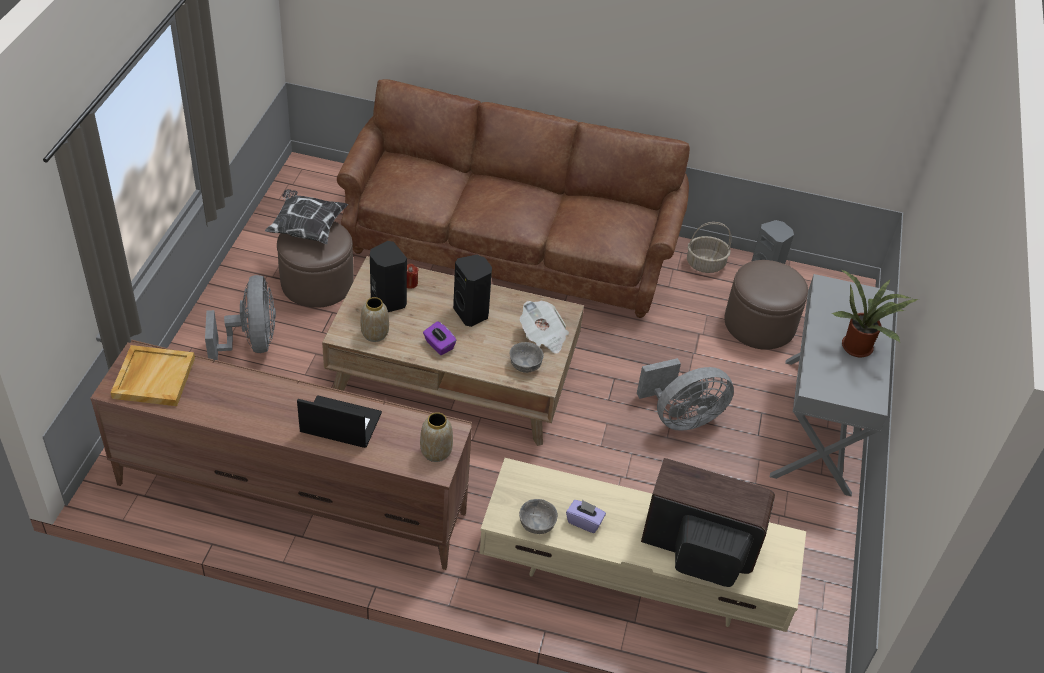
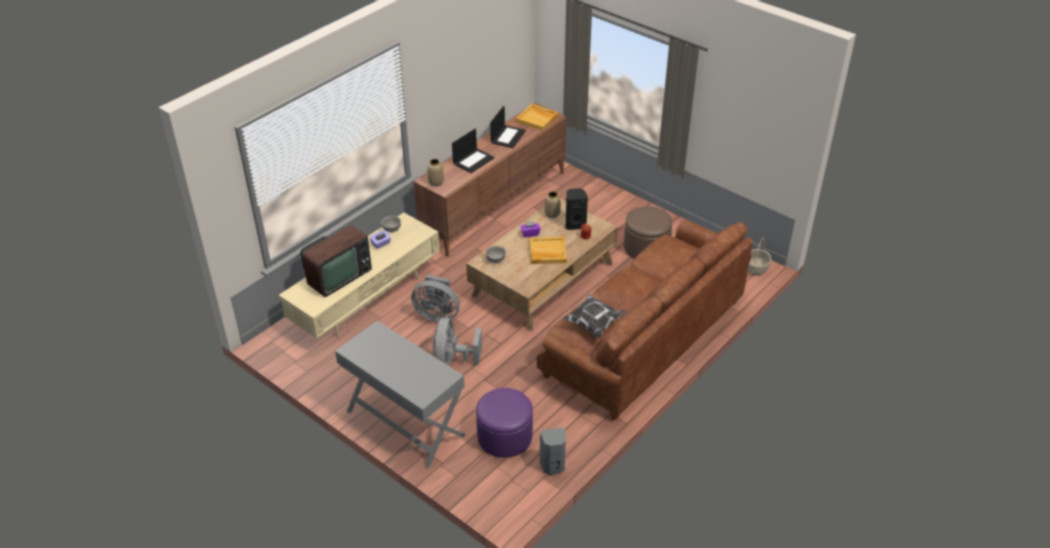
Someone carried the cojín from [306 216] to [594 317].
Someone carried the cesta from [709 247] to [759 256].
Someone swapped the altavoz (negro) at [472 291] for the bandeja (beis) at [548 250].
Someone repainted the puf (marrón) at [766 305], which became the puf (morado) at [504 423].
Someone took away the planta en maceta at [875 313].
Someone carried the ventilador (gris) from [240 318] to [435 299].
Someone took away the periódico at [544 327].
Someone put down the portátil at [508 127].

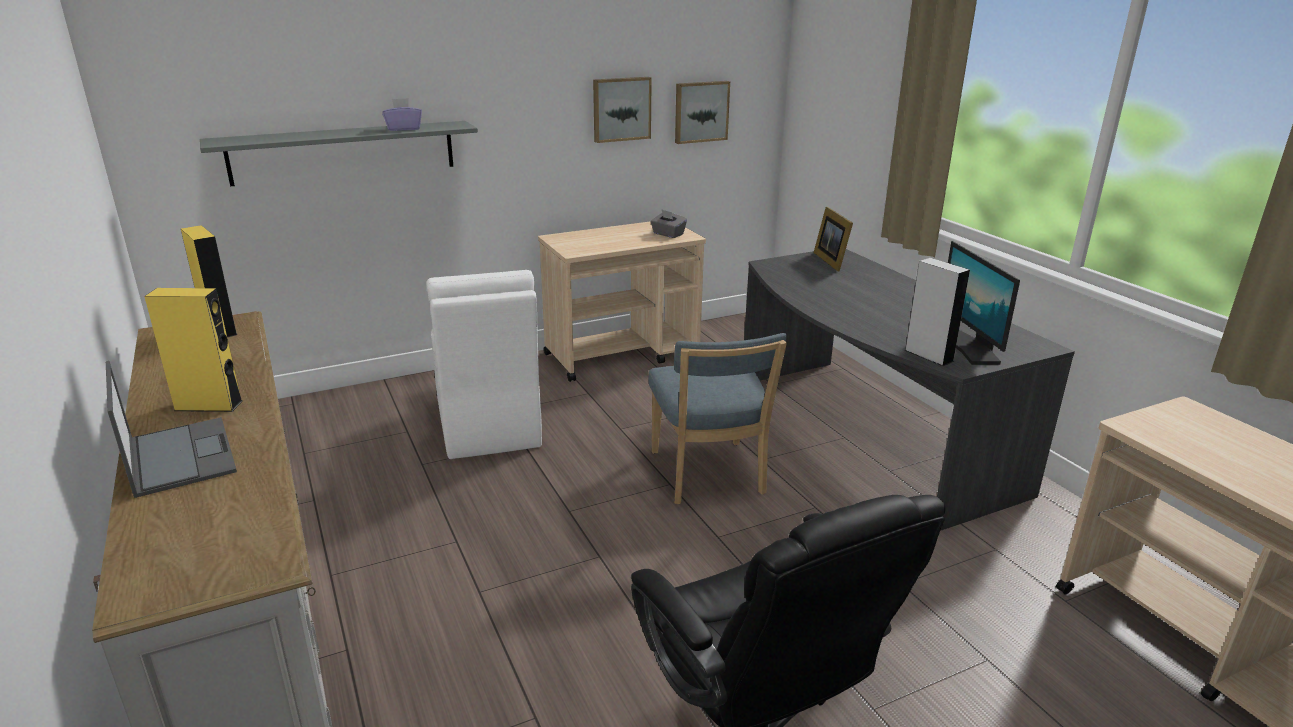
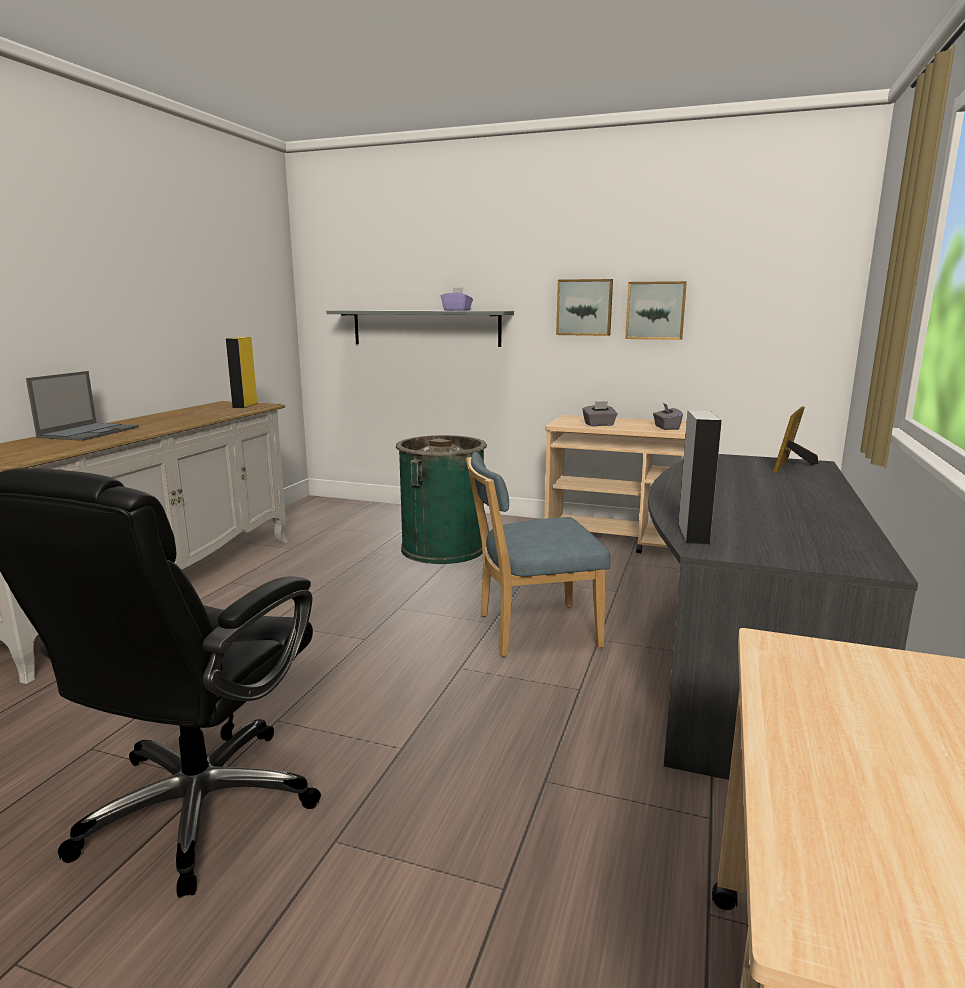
Someone carried the cuadro from [702 112] to [584 307].
Someone took away the monitor at [984 303].
Someone swapped the silla (blanco) at [484 364] for the papelera (verde) at [441 499].
Someone took away the altavoz (amarillo) at [193 350].
Someone rotated the silla (azul) at [717 418] by 45 degrees clockwise.
Someone put down the caja de pañuelos (gris) at [600 413].

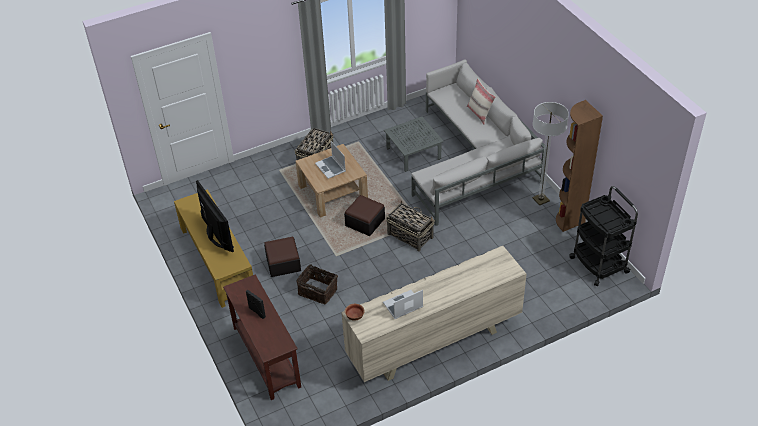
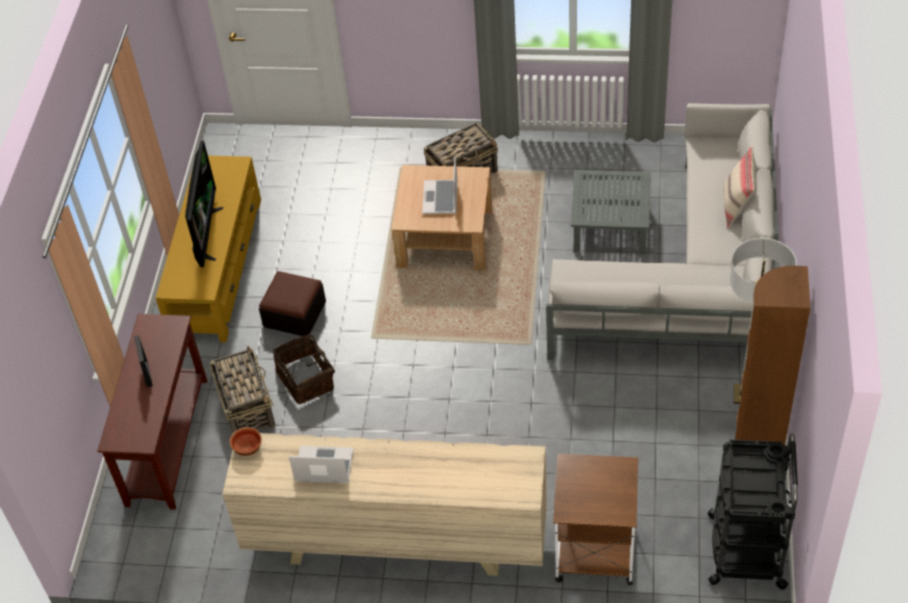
Someone took away the puf at [364 215].
Someone carried the cesta from [410 226] to [242 390].
Someone put down the carrito (marrón) at [595 519].

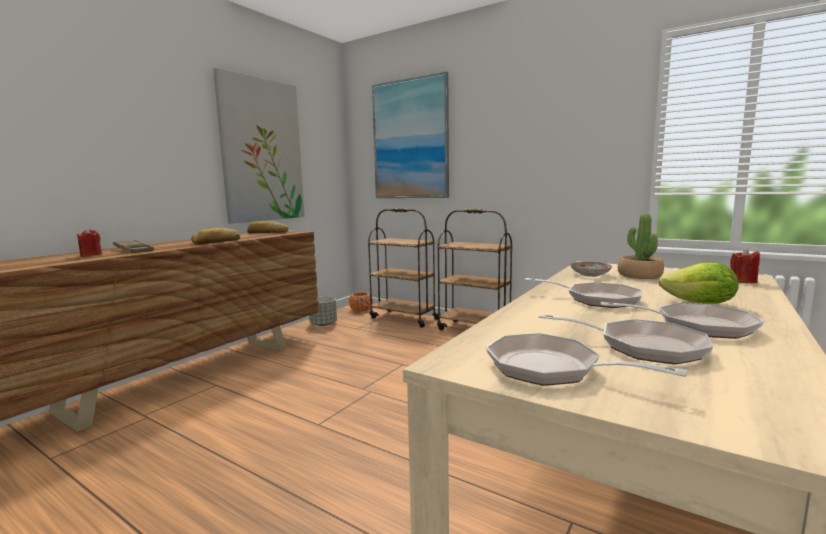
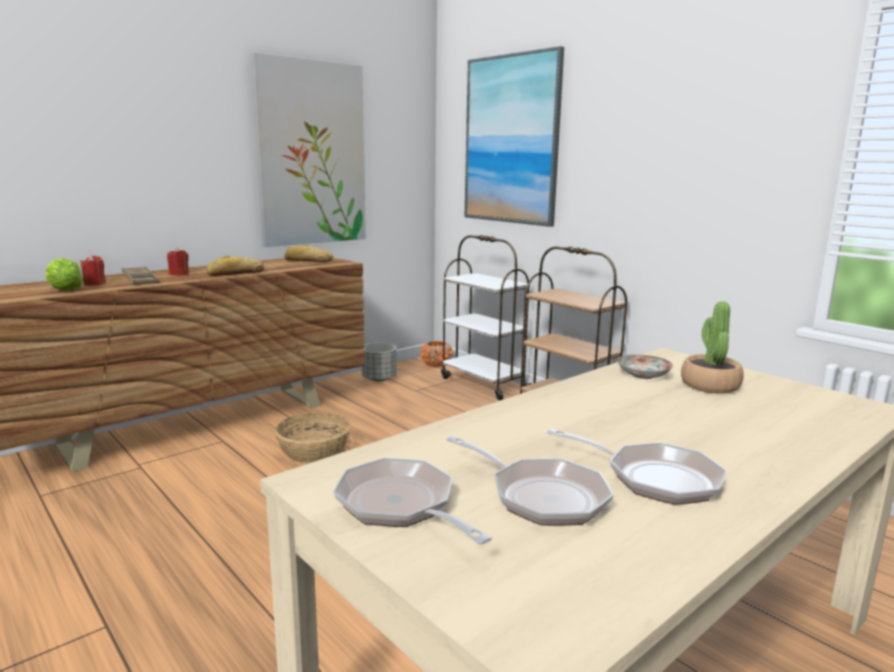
Someone repainted the carrito (marrón) at [404 268], which became the carrito (blanco) at [486 317].
Someone carried the vela (rojo) from [745 266] to [178 262].
Someone carried the lechuga from [698 283] to [64 274].
Someone took away the sartén at [583 293].
Someone put down the cesta at [312 438].

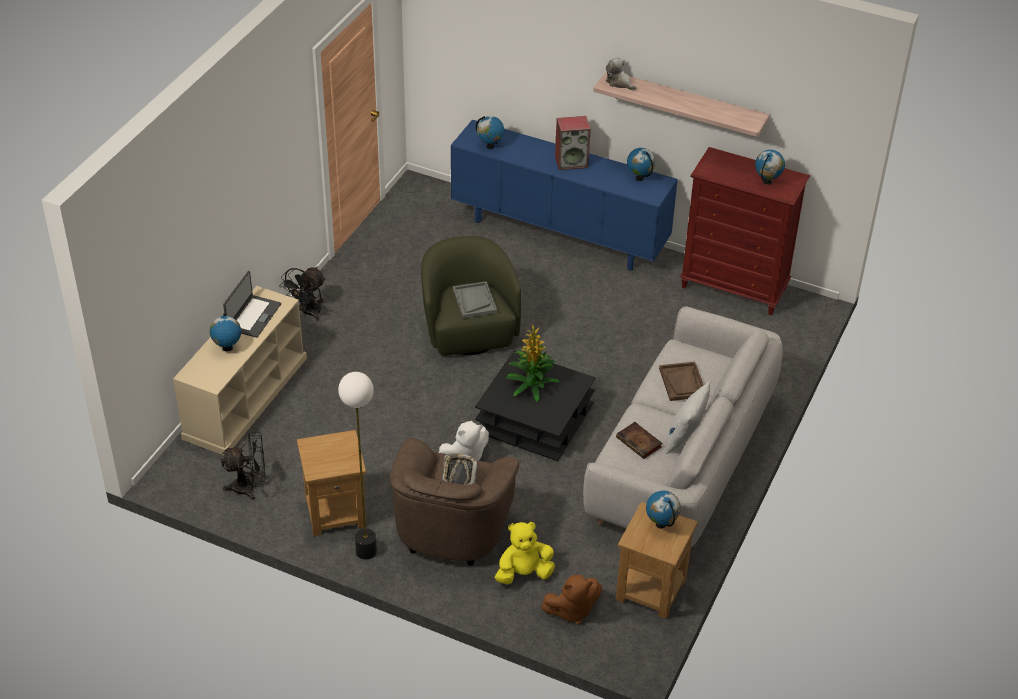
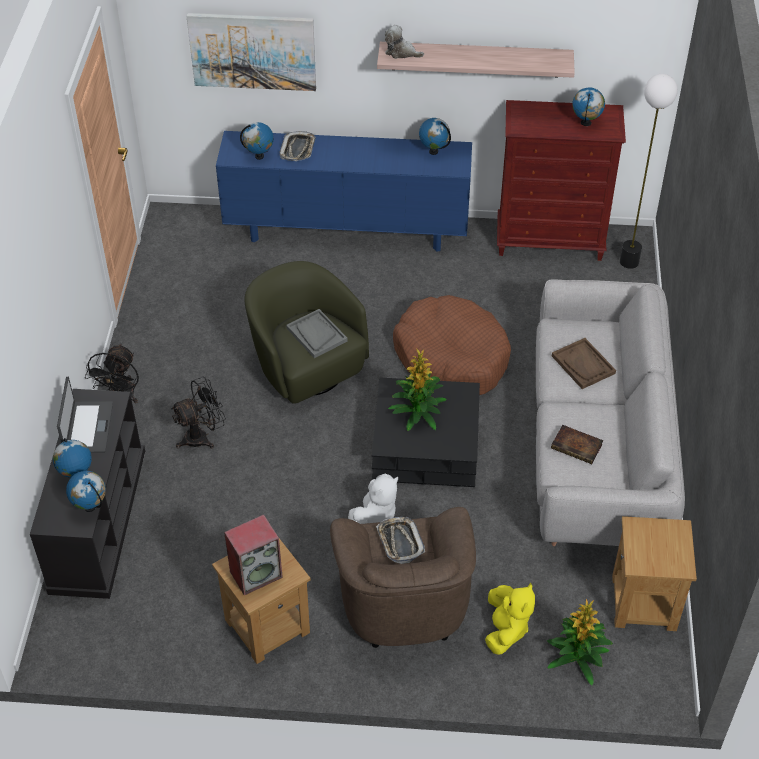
Someone carried the altavoz from [573 143] to [253 554].
Someone repainted the mueble de televisión (beis) at [240 370], which became the mueble de televisión (negro) at [87 494].
Someone carried the lámpara de pie from [357 466] to [649 171].
Someone took away the cojín (gris) at [688 417].
Someone carried the ventilador (negro) from [242 466] to [198 412].
Someone carried the globo terráqueo from [663 509] to [86 491].
Someone rotated the peluche (amarillo) at [525 553] by 135 degrees clockwise.
Someone swapped the peluche (marrón) at [571 600] for the planta en maceta at [580 642].
Someone put up the cuadro at [251 52].
Someone put down the bandeja at [298 146].
Someone put down the cama para perro (marrón) at [452 345].

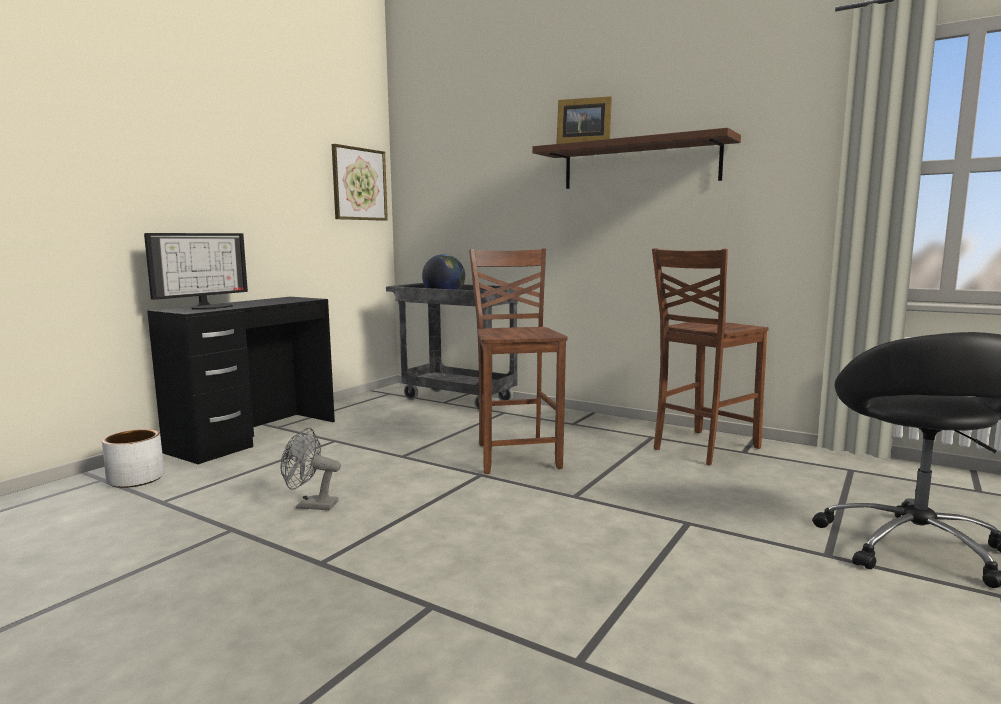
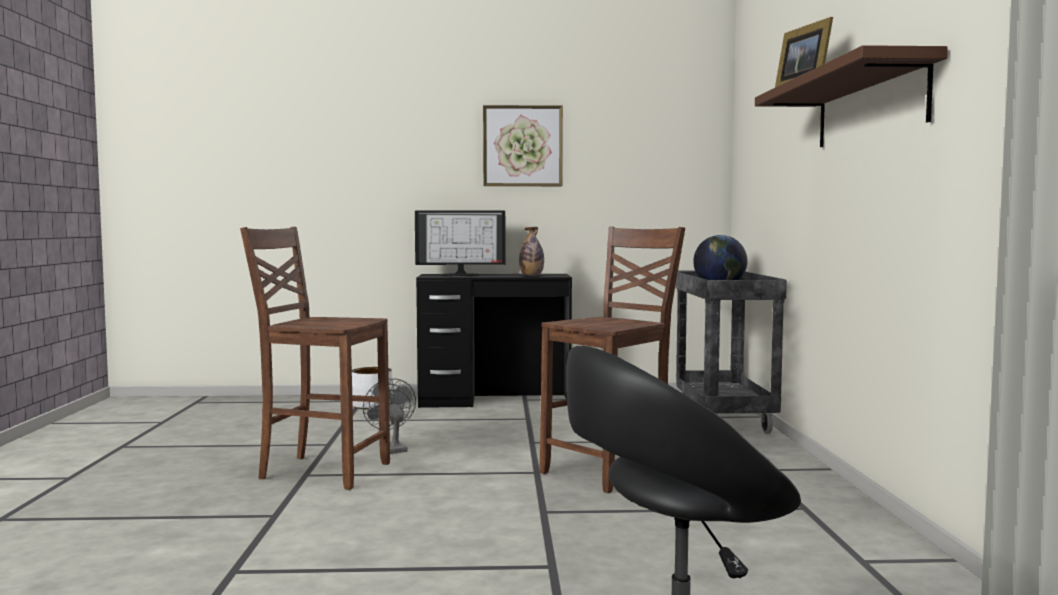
Someone carried the cuadro from [360 182] to [523 145].
Someone carried the silla (marrón) from [710 357] to [315 358].
Someone put down the botella at [531 251].

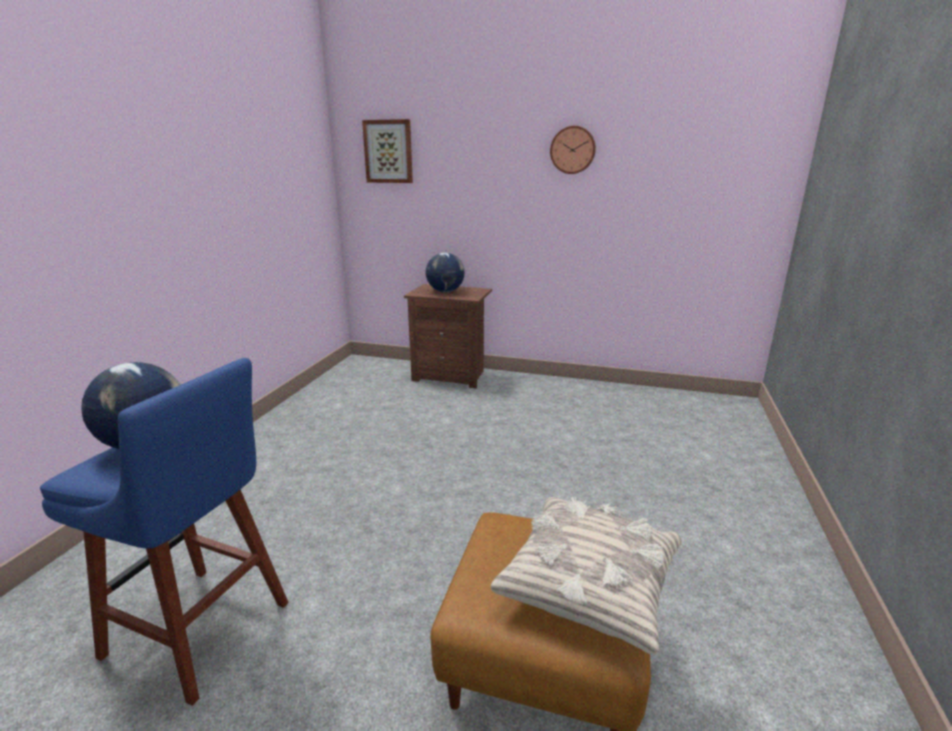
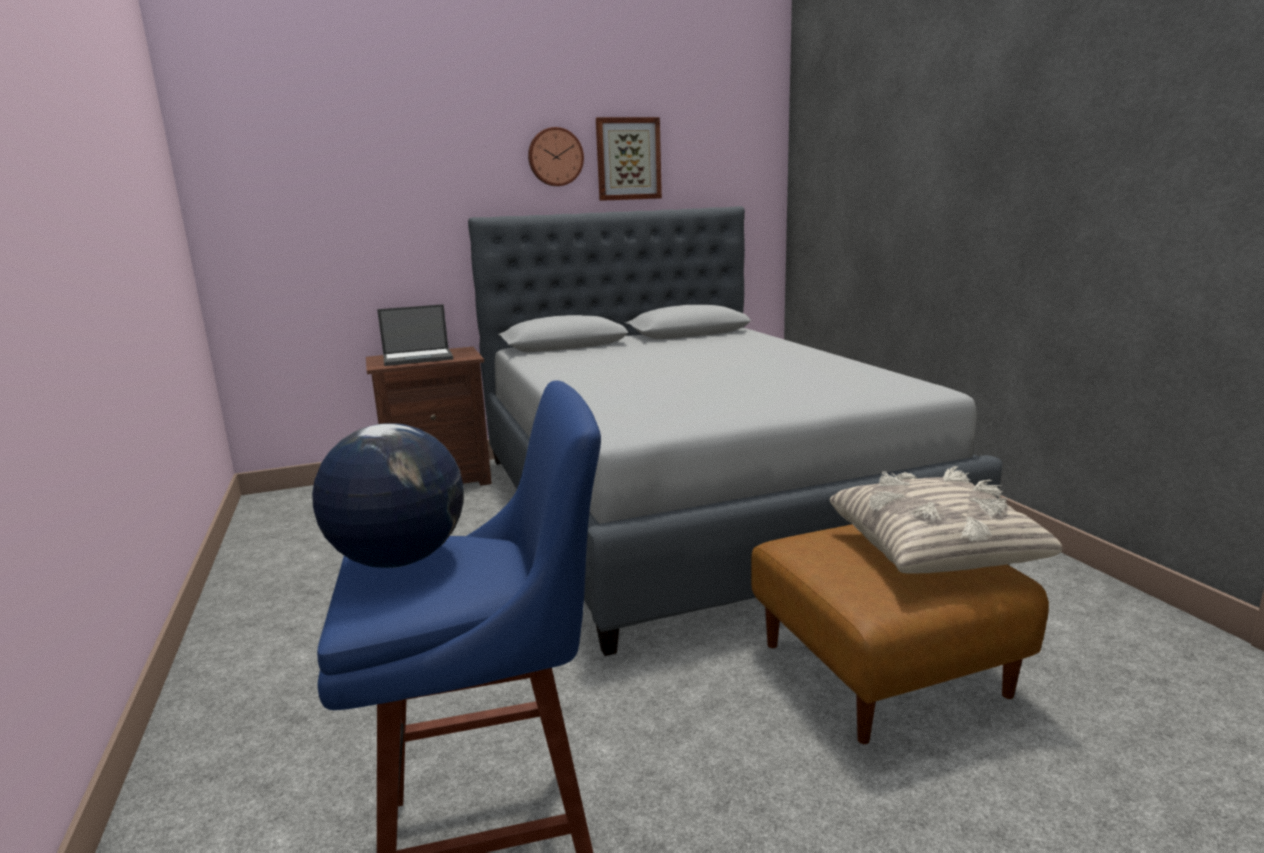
Someone carried the cuadro from [387 151] to [629 159].
Someone swapped the globo terráqueo at [445 272] for the portátil at [415 335].
Someone put down the cama (gris) at [735 431].

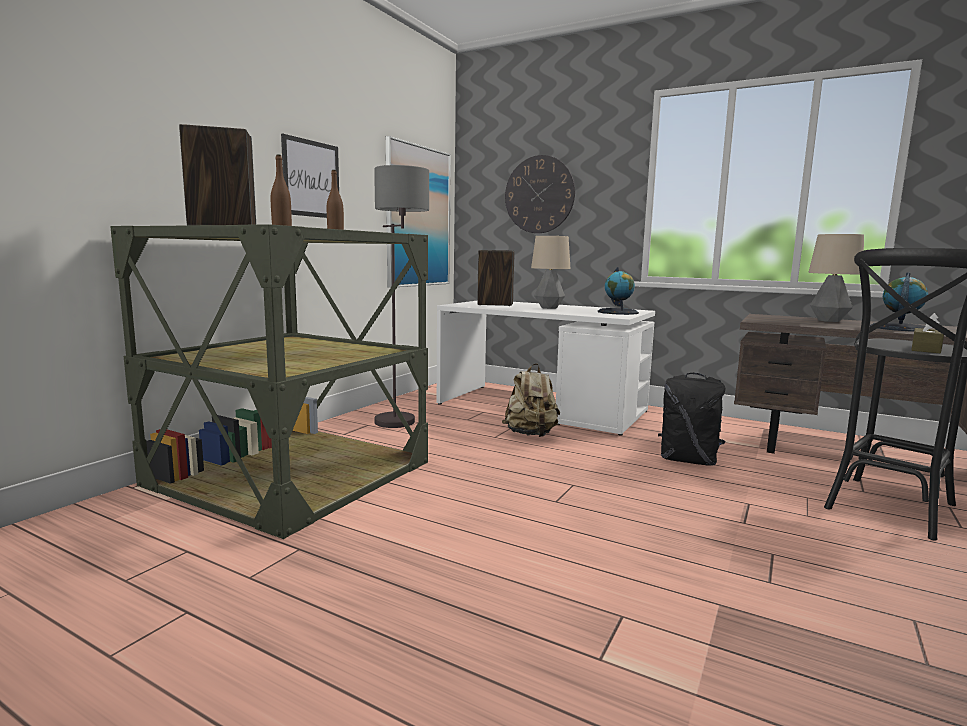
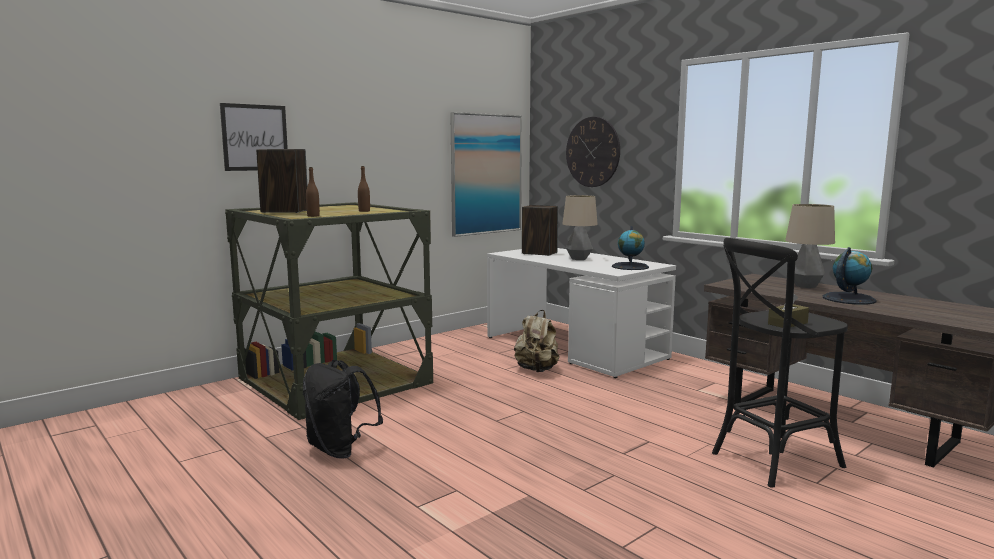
Someone carried the cuadro from [310 176] to [254 137].
Someone took away the lámpara de pie (gris) at [401 296].
Someone carried the mochila (negro) from [691 419] to [343 409].

